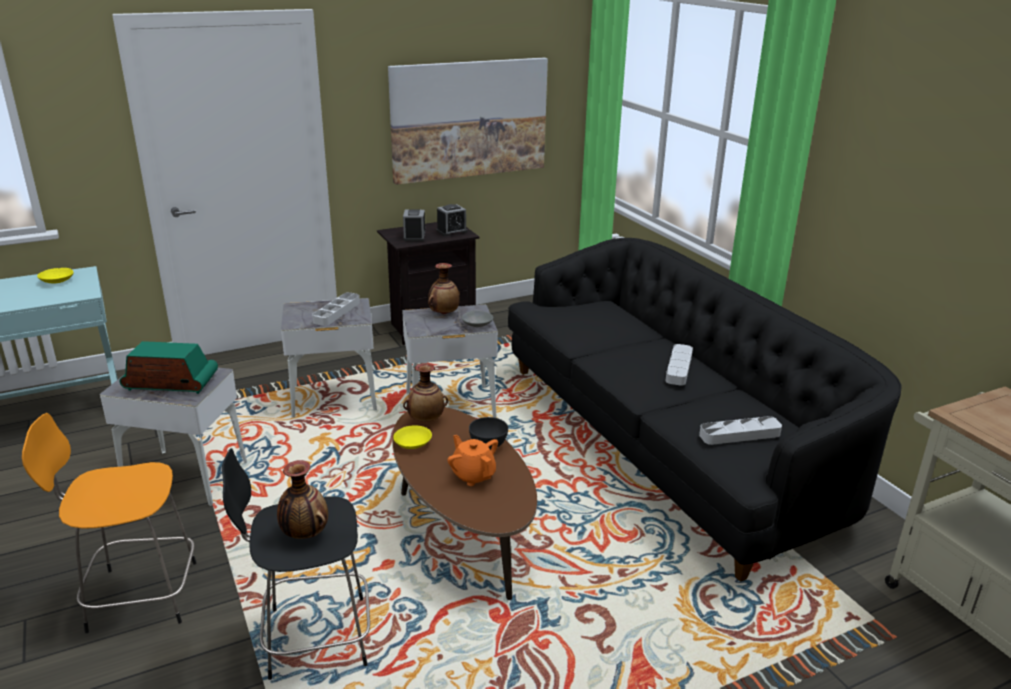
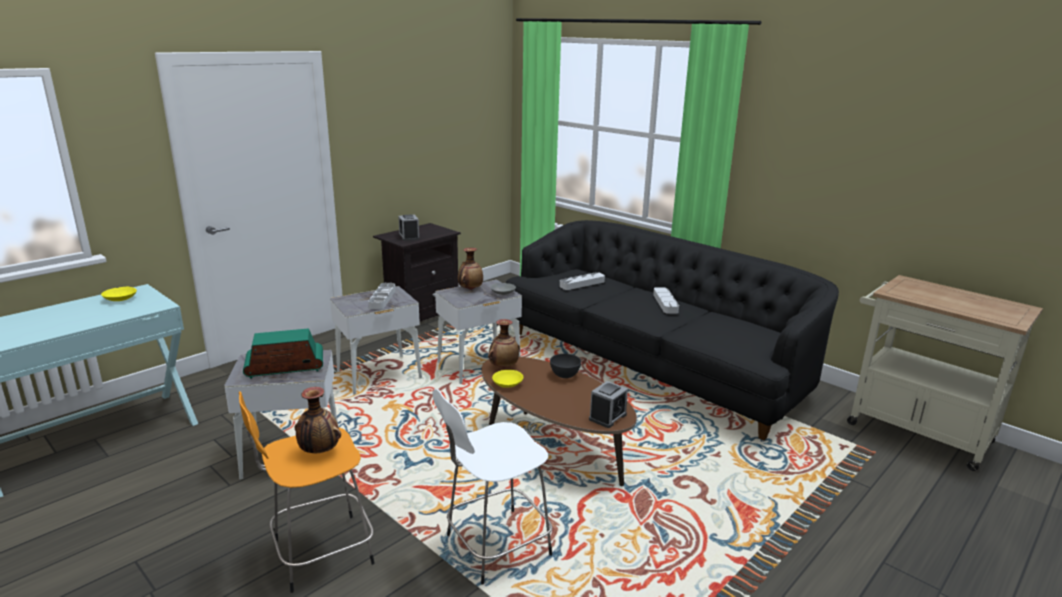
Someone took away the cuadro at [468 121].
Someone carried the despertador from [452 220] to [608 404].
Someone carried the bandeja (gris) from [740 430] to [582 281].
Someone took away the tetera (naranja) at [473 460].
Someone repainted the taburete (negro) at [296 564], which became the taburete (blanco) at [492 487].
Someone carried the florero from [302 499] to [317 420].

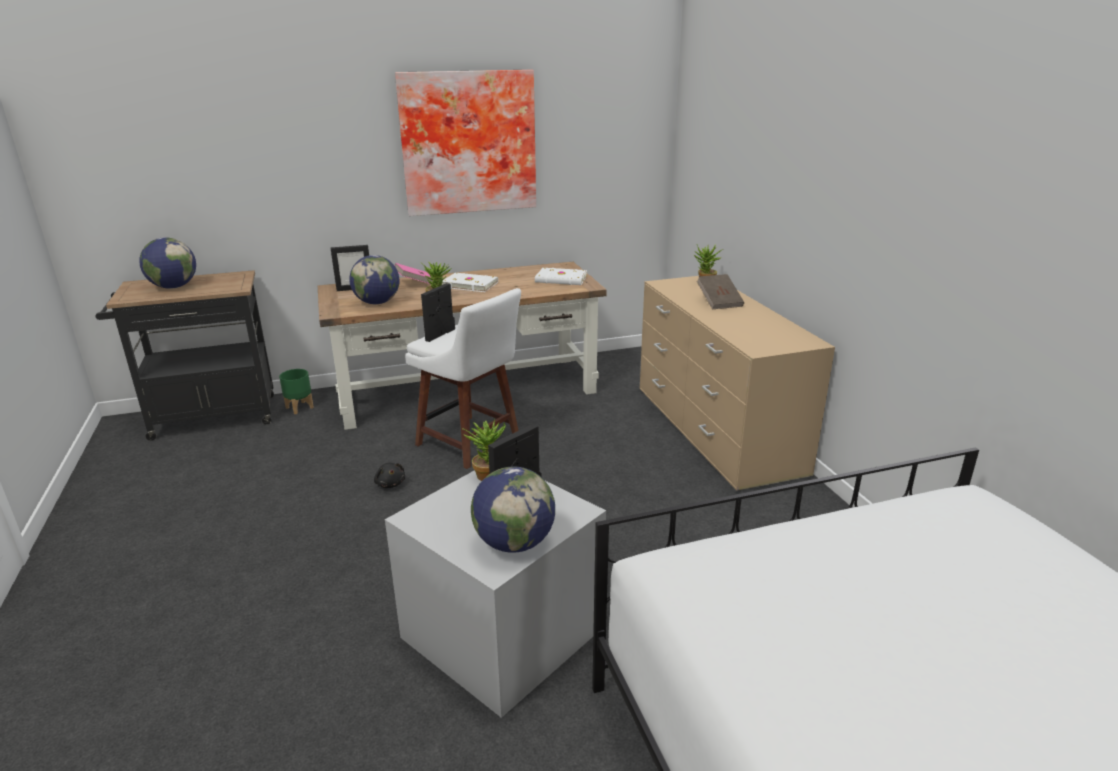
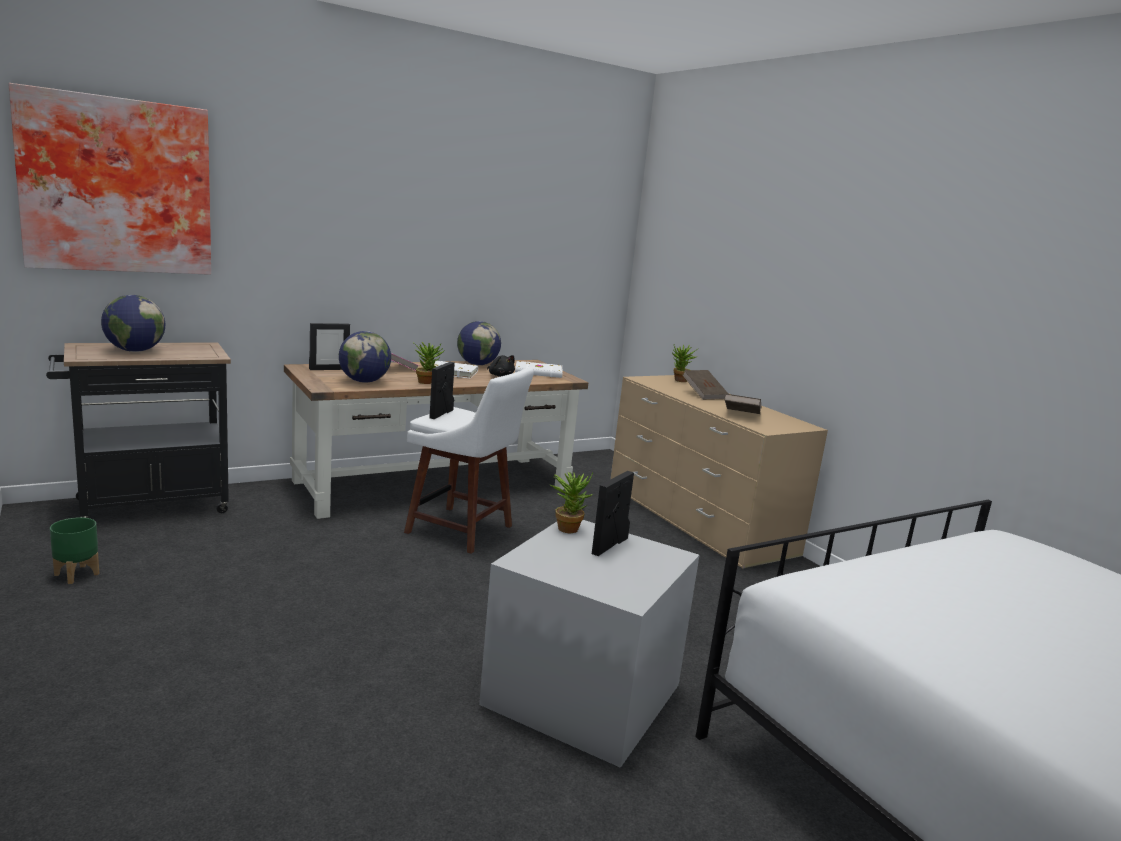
Someone carried the cuadro from [465 143] to [109 179].
Someone carried the maceta (verde) from [296 391] to [74 550].
Someone carried the peluche (negro) from [389 475] to [501 366].
Someone carried the globo terráqueo from [513 510] to [479 343].
Someone put down the libro (marrón) at [742 404].

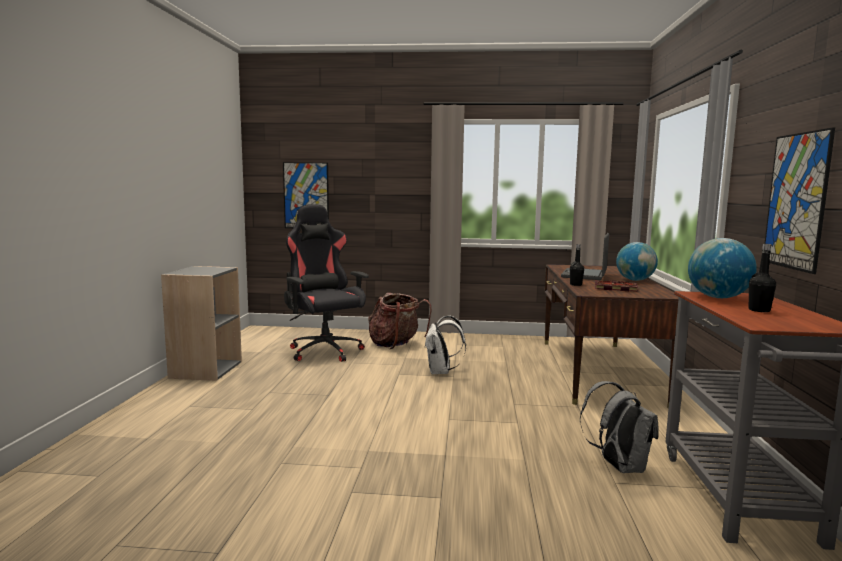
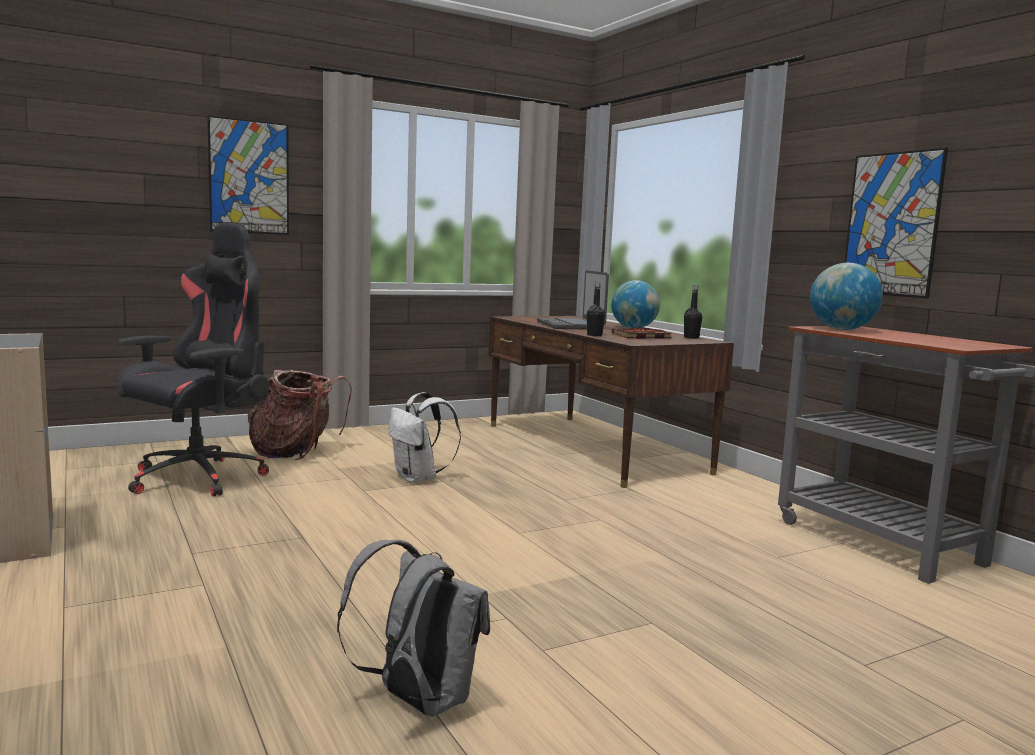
Someone carried the cuadro from [306 195] to [248 175].
Someone rotated the silla de oficina (negro) at [326 283] by 105 degrees clockwise.
Someone carried the botella (negro) from [762 278] to [693 312].
Someone carried the mochila (gris) from [619 427] to [413 628].

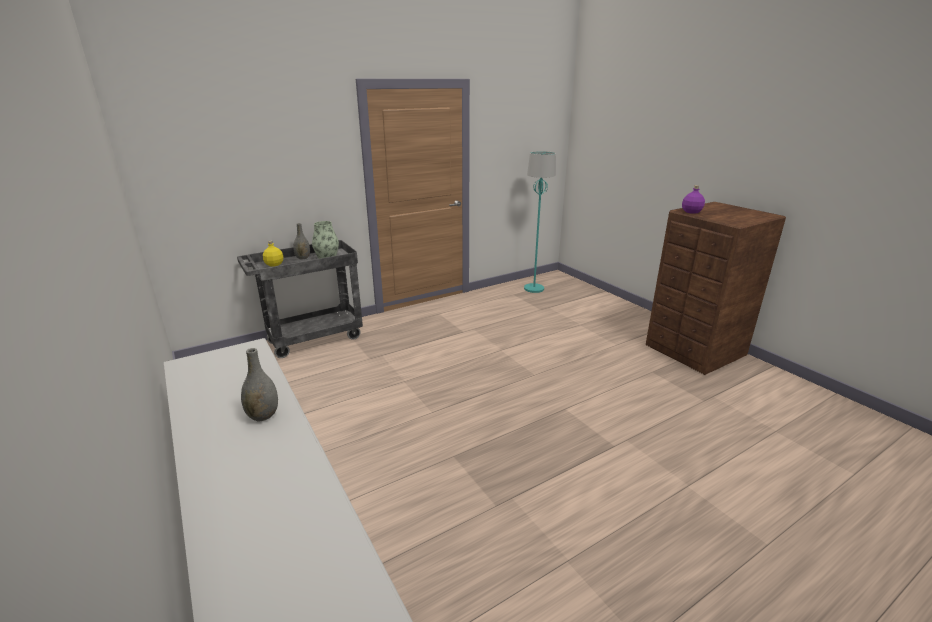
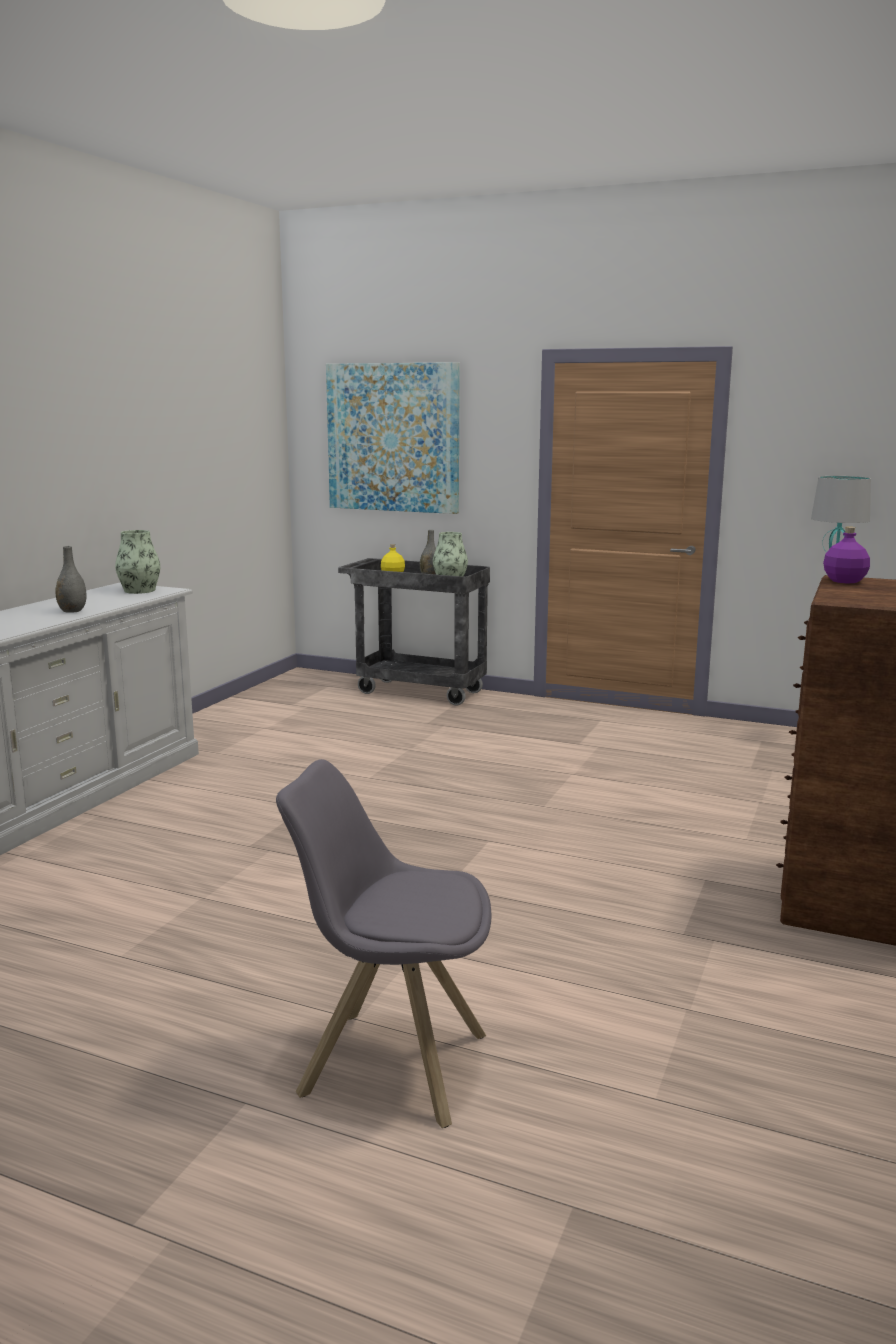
Someone put up the cuadro at [393 438].
Someone put down the florero at [137 562].
Someone put down the silla (gris) at [383 943].

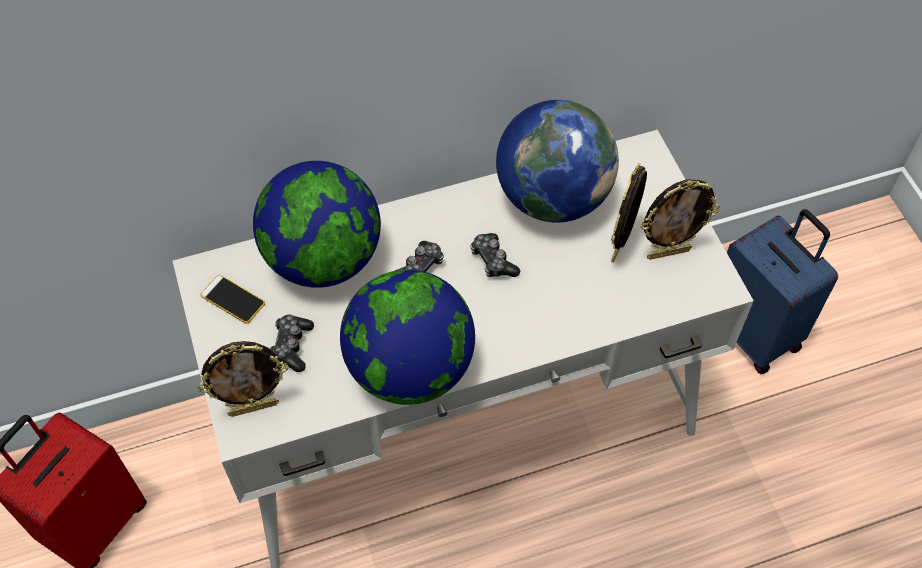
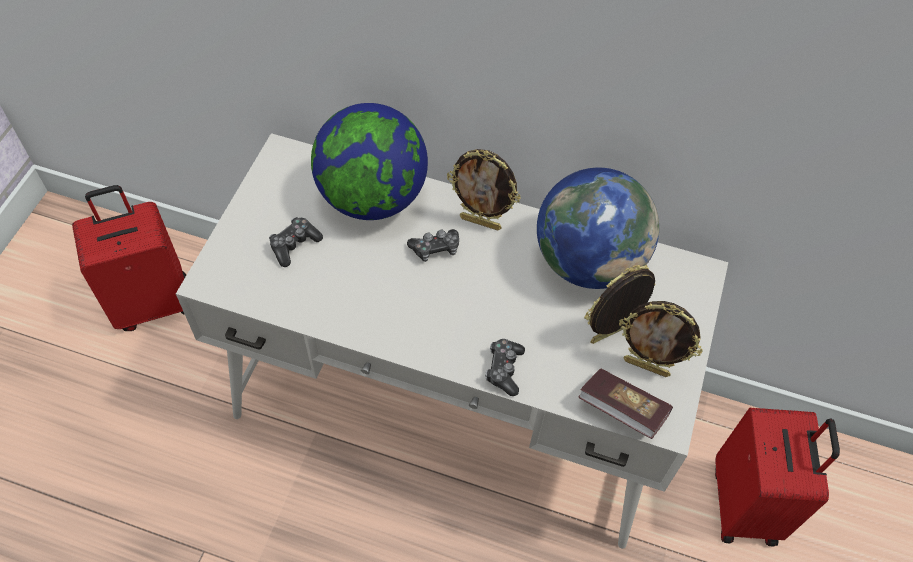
Someone repainted the maleta (azul) at [782 291], which became the maleta (rojo) at [777 477].
Someone carried the mando de consola from [495 255] to [505 367].
Someone took away the globo terráqueo at [407 337].
Someone took away the móvil at [232 299].
Someone carried the portarretratos from [243 379] to [484 190].
Someone put down the libro at [625 403].

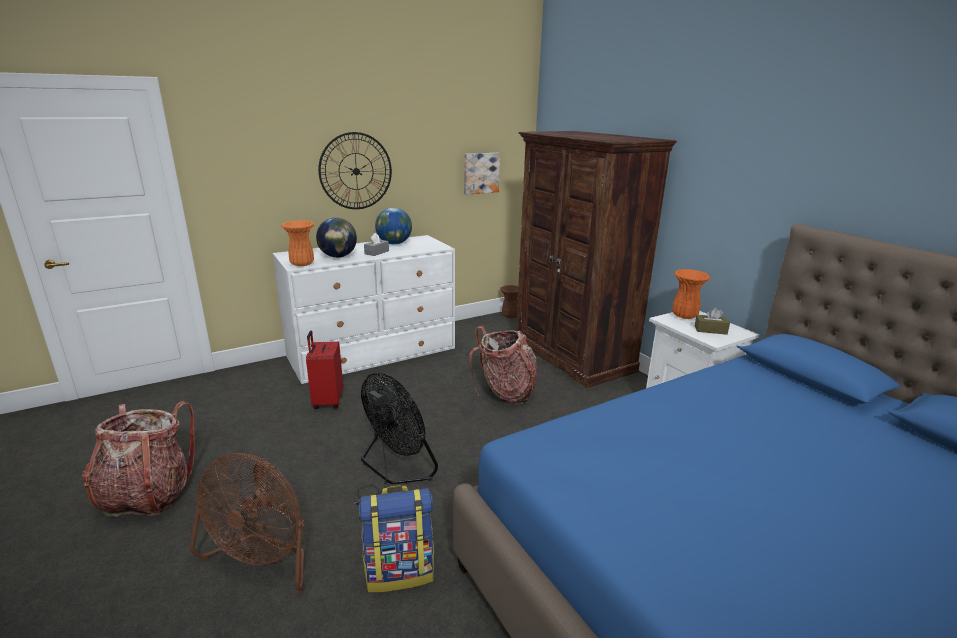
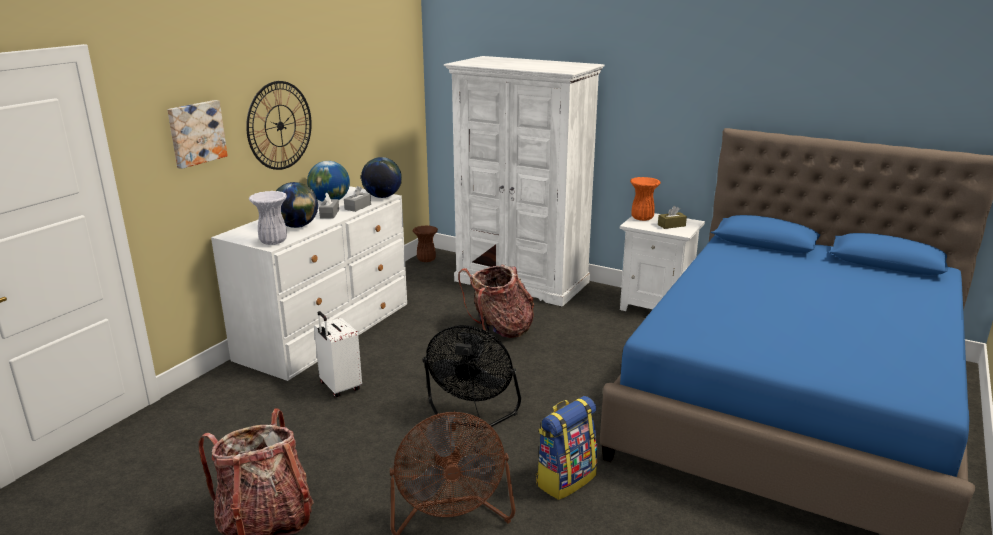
Someone repainted the armario ropero (marrón) at [596 259], which became the armario ropero (blanco) at [524 181].
Someone carried the cuadro from [482 174] to [197 134].
Someone repainted the florero (naranja) at [297 243], which became the florero (blanco) at [268 218].
Someone repainted the maleta (rojo) at [324 370], which became the maleta (blanco) at [338 354].
Someone put down the globo terráqueo at [381 177].
Someone put down the caja de pañuelos (gris) at [357 199].

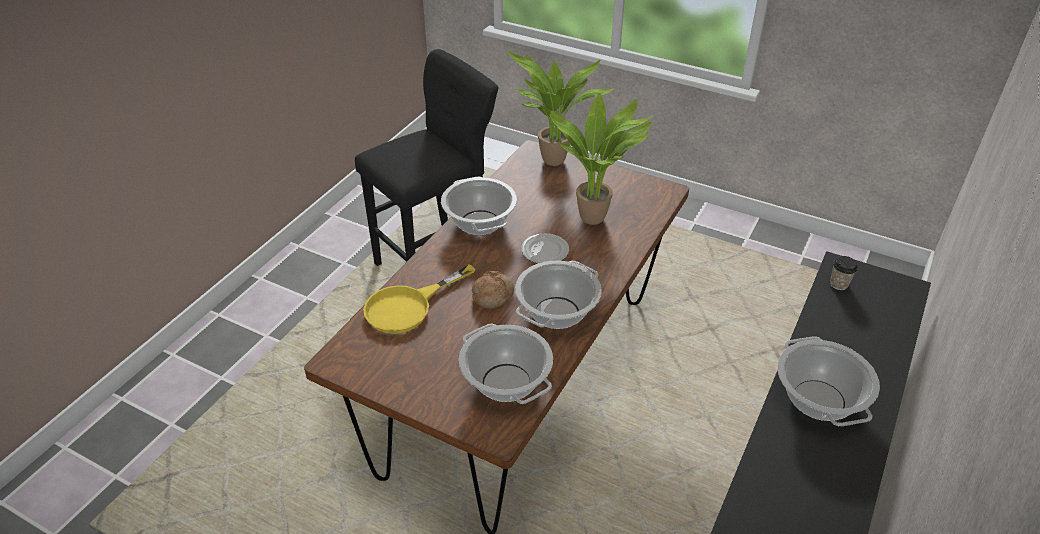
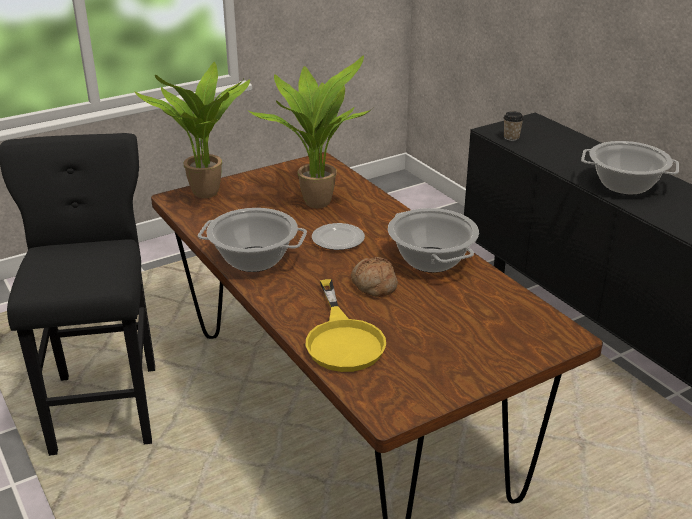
Someone took away the olla at [506 364].

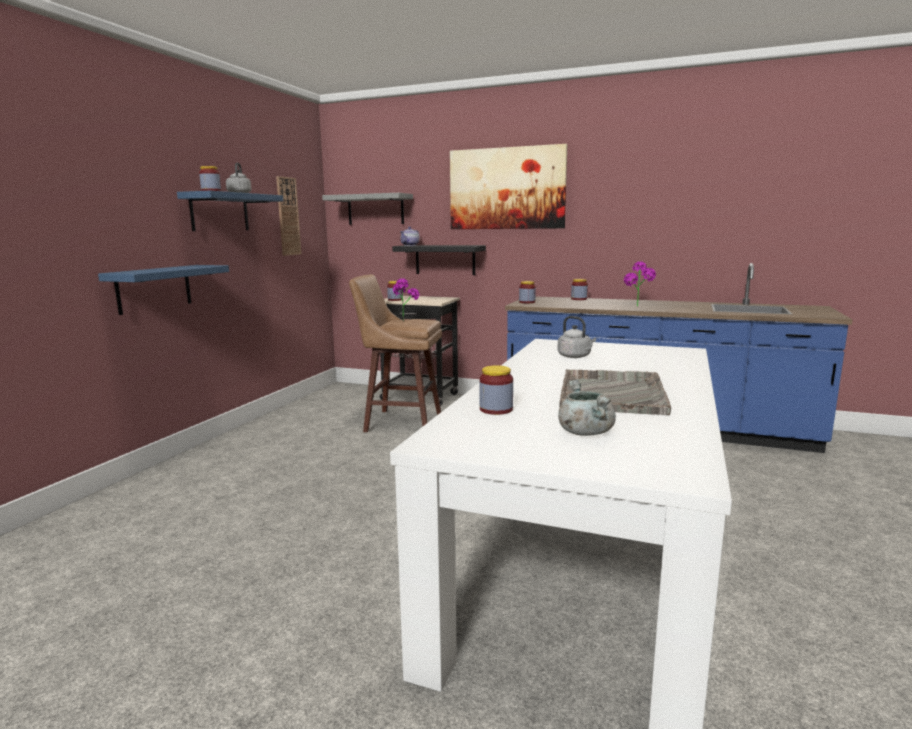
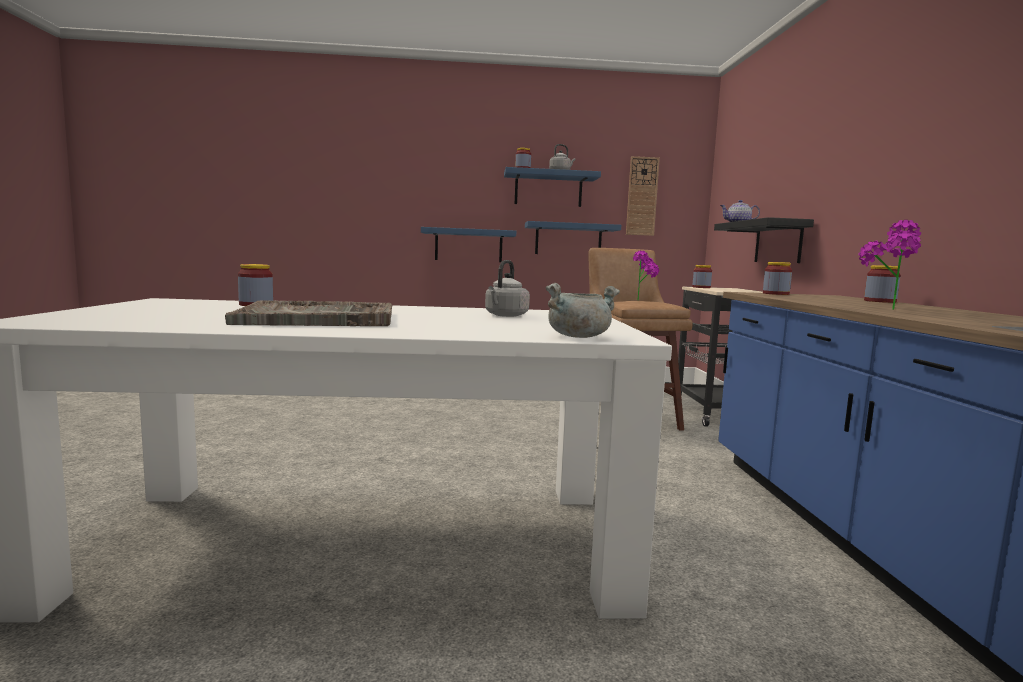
Someone took away the cuadro at [508 186].
Someone took away the estante (gris) at [367 209].
Someone carried the olla (gris) from [587 408] to [583 310].
Someone put up the estante (azul) at [573 237].

